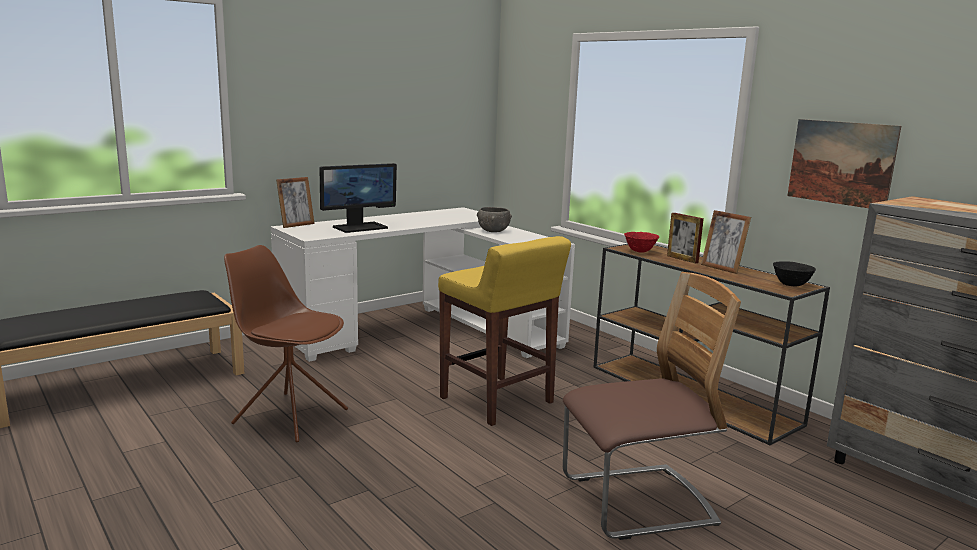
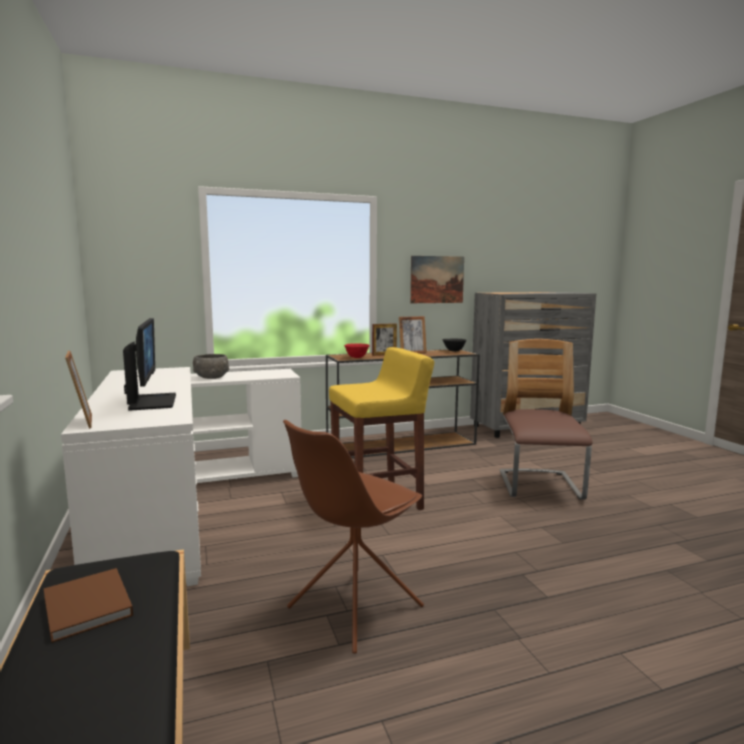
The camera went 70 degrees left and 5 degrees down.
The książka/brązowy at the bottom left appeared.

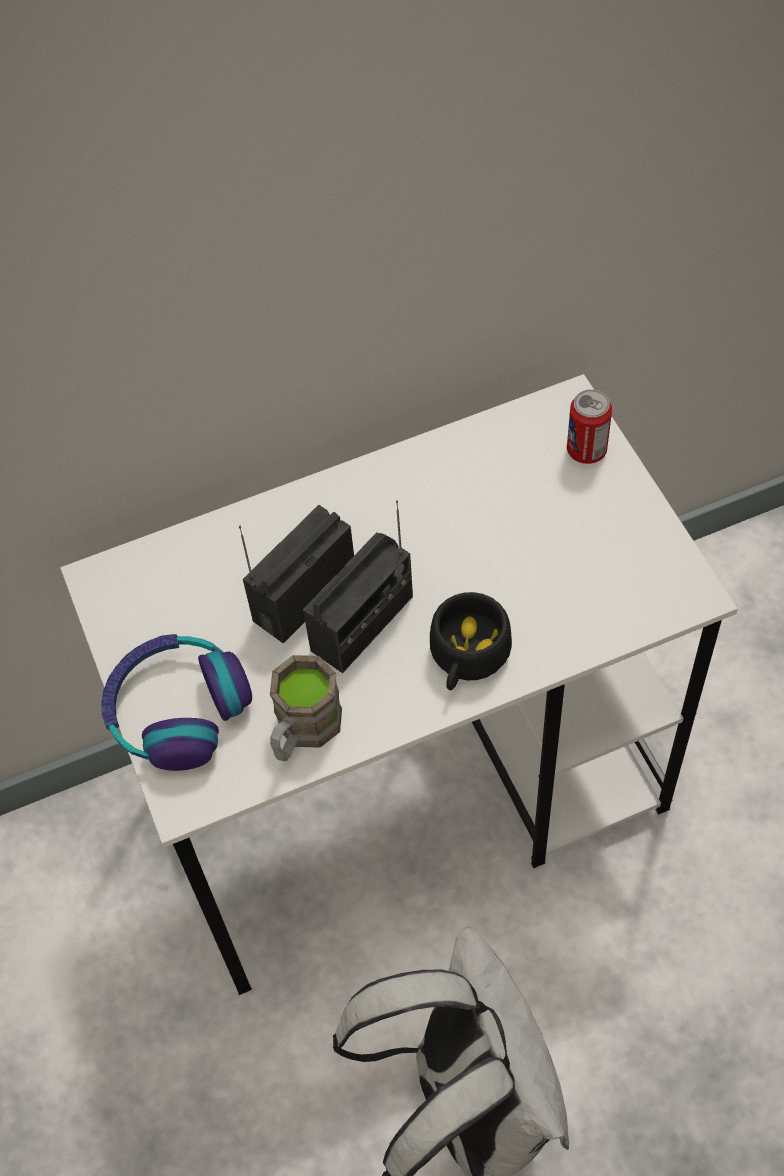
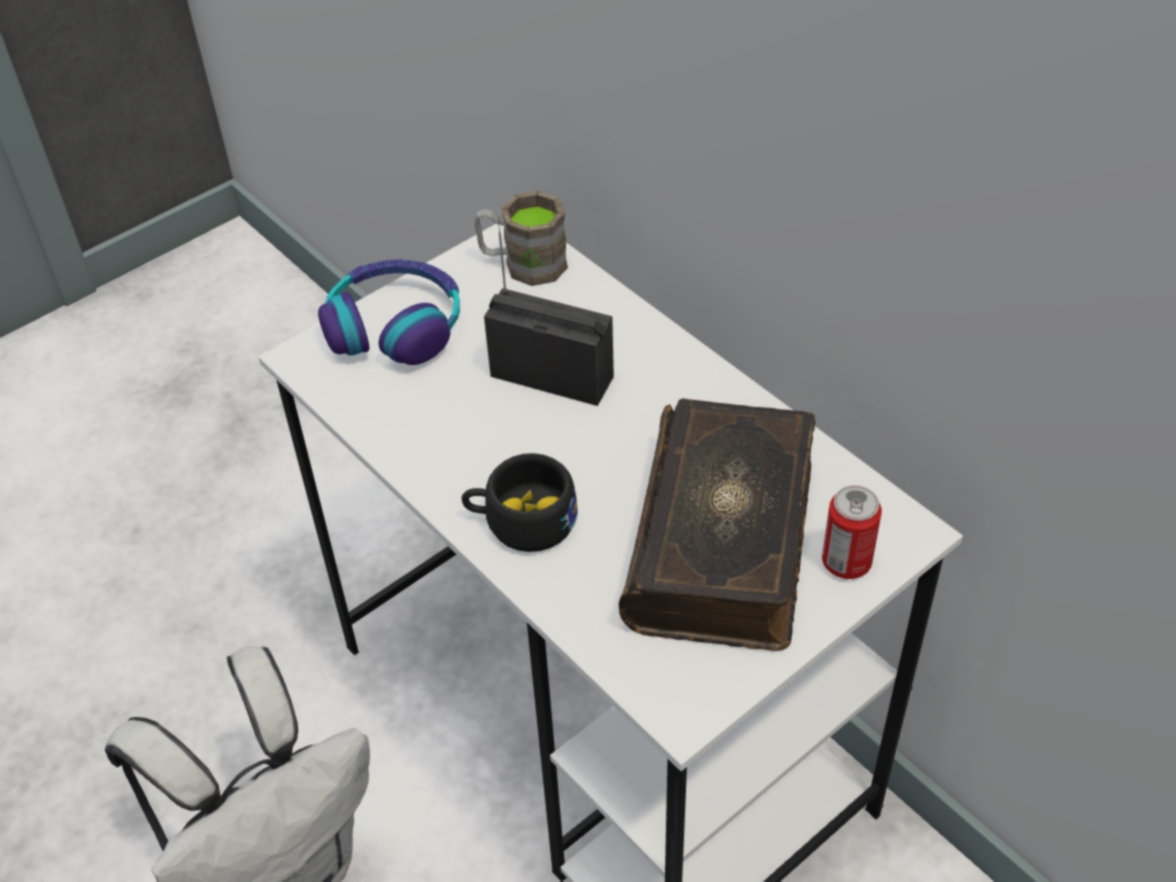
The camera went 70 degrees right and 10 degrees down.
The radio (no. 2 from left) at the centre disappeared.
The książka at the centre appeared.
The kubek/brązowy moved from the centre to the top centre.

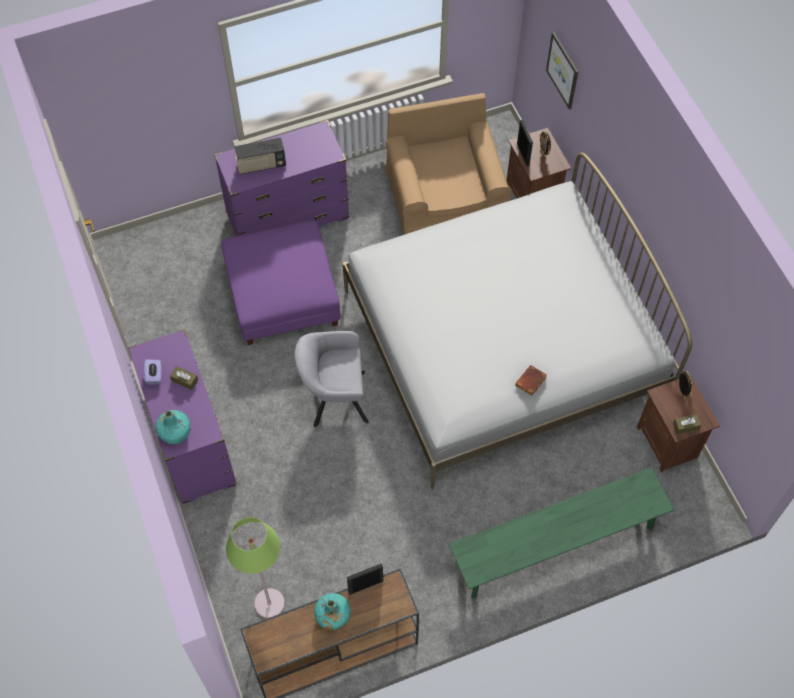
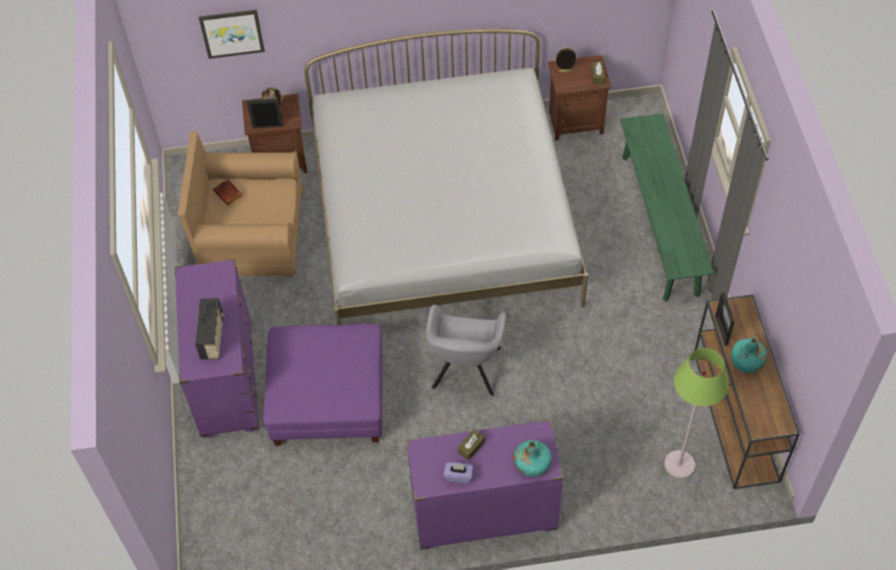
The camera went 75 degrees left and 5 degrees down.
The książka/brązowy moved from the middle right to the middle left.

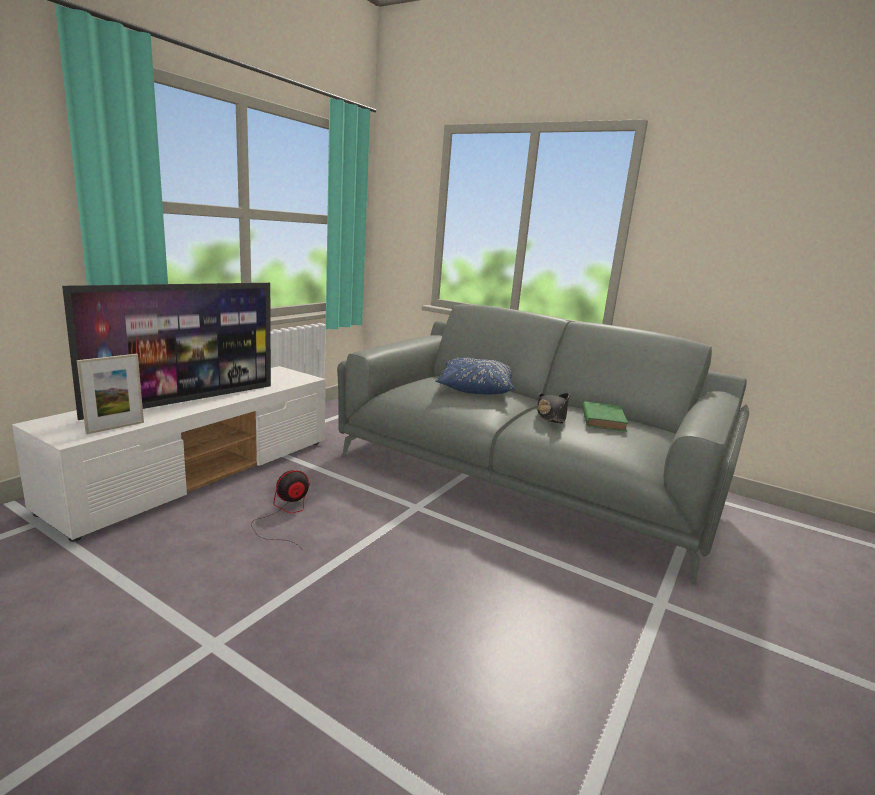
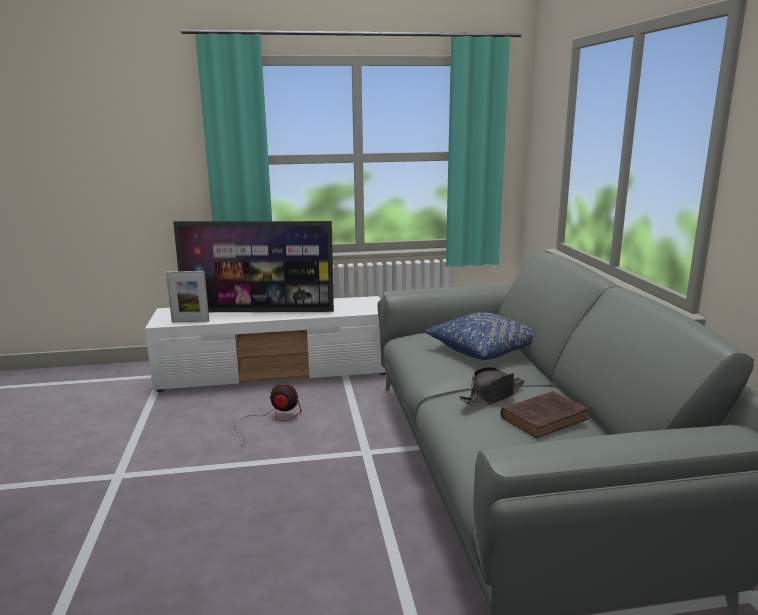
The camera went 50 degrees right and 0 degrees up.
The książka/zielony at the middle right became the książka/brązowy at the bottom right.

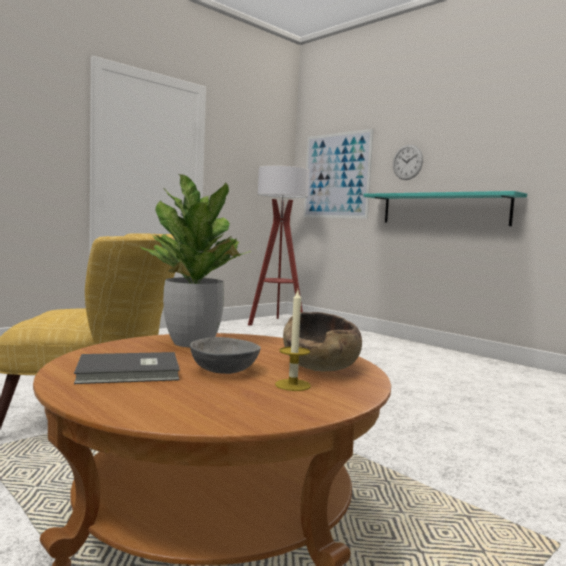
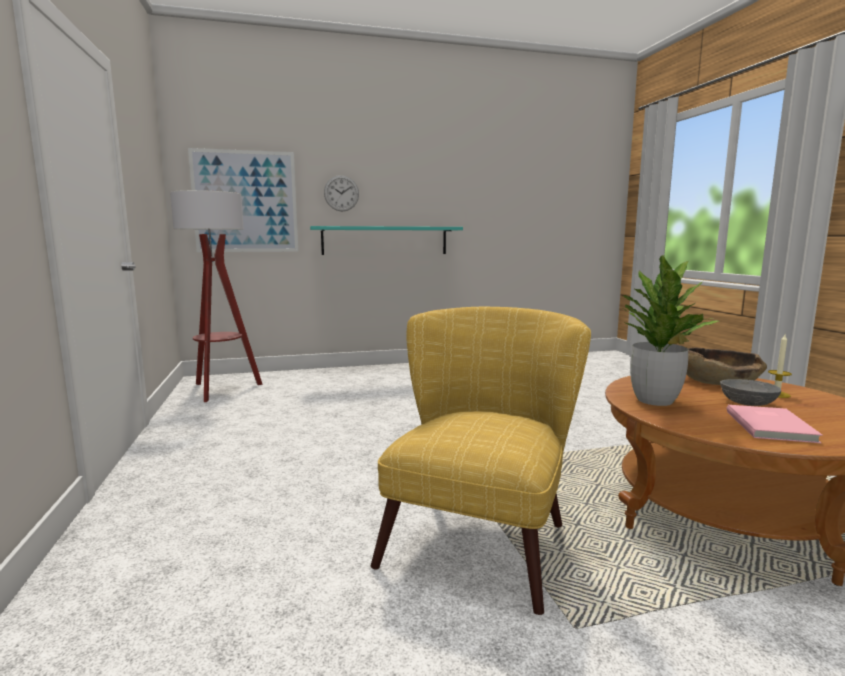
The camera went 60 degrees left and 5 degrees up.
The książka/szary at the middle left became the książka/różowy at the middle right.

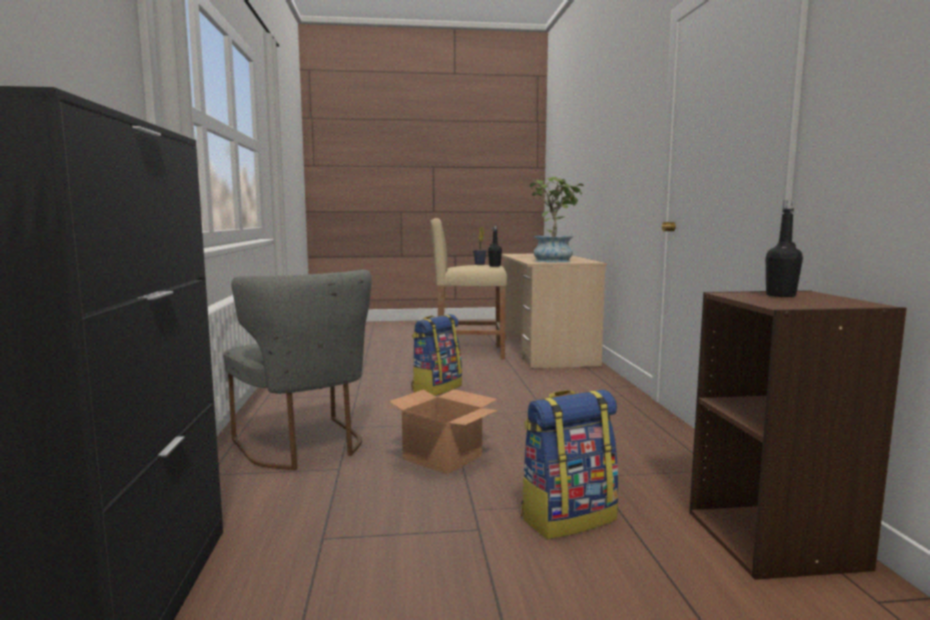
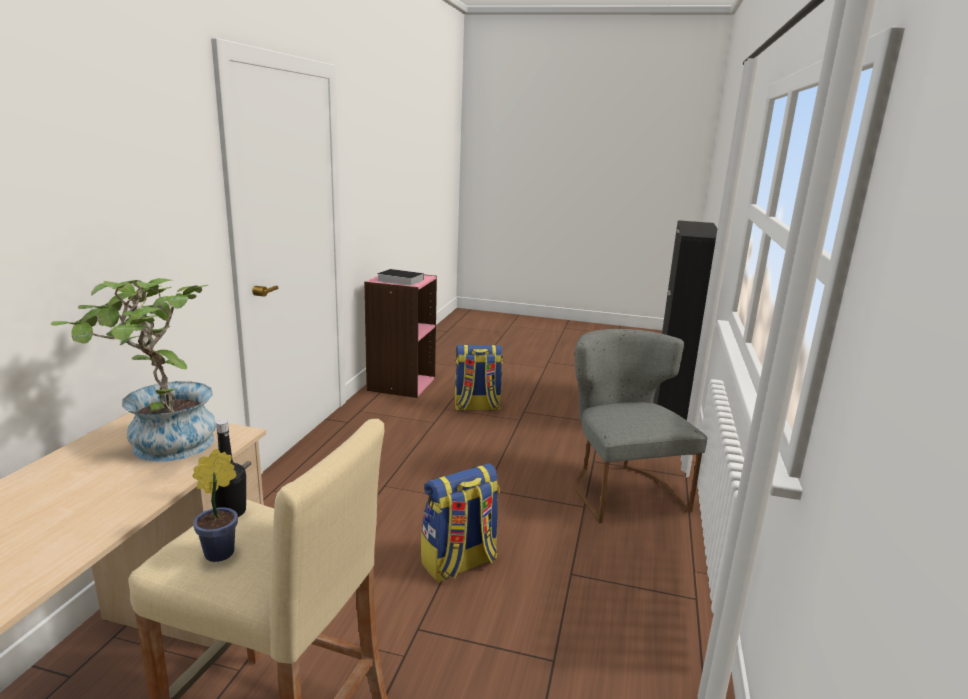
The camera went 160 degrees left and 10 degrees up.
The karton at the bottom centre disappeared.
The butelka/czarny (no. 2 from left) at the middle right was replaced by the książka at the centre.
The regał/brązowy at the bottom right became the regał/różowy at the centre.

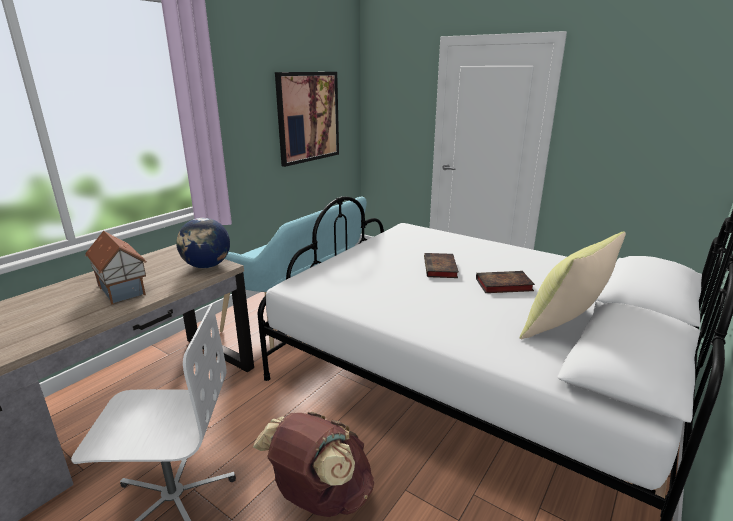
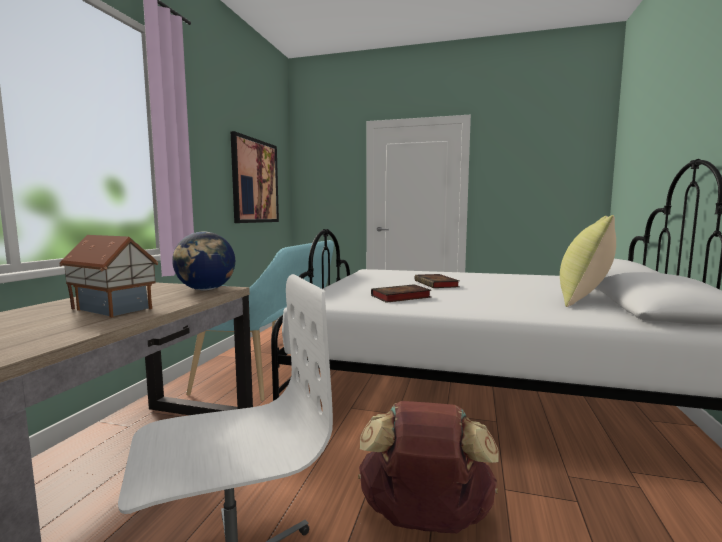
The camera went 20 degrees left and 15 degrees down.
The książka (no. 2 from left in the first image) moved from the middle right to the centre.

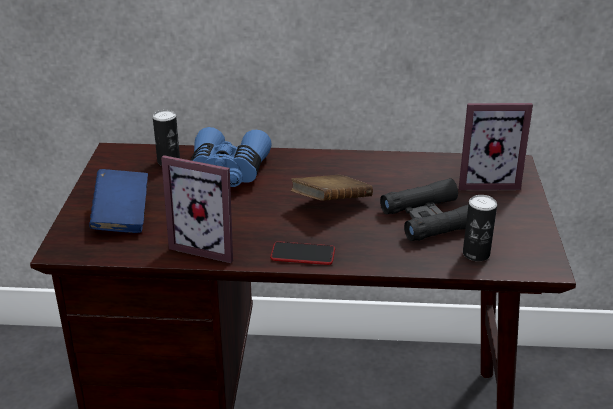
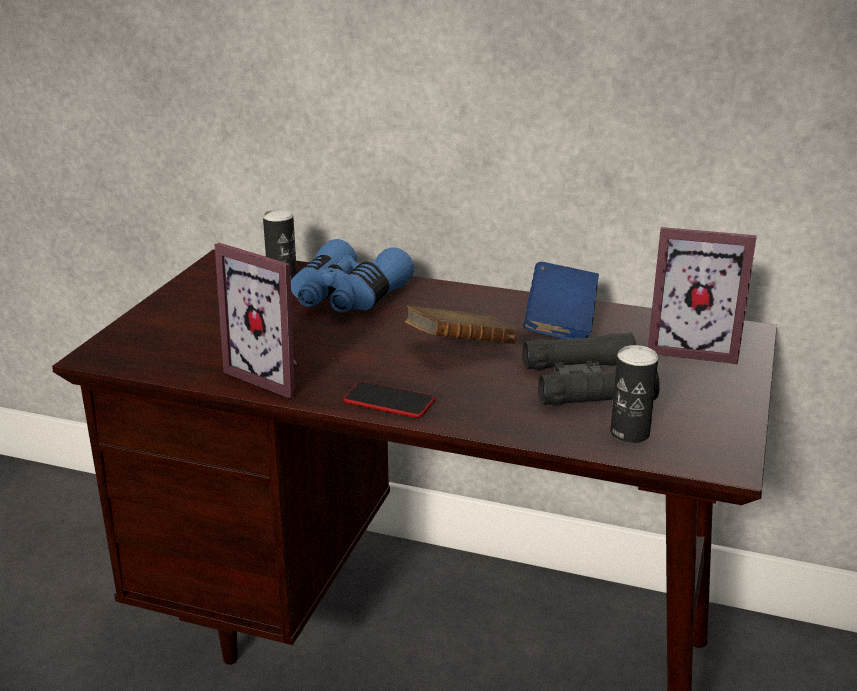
The camera went 15 degrees right and 5 degrees down.
The książka/niebieski moved from the middle left to the centre.

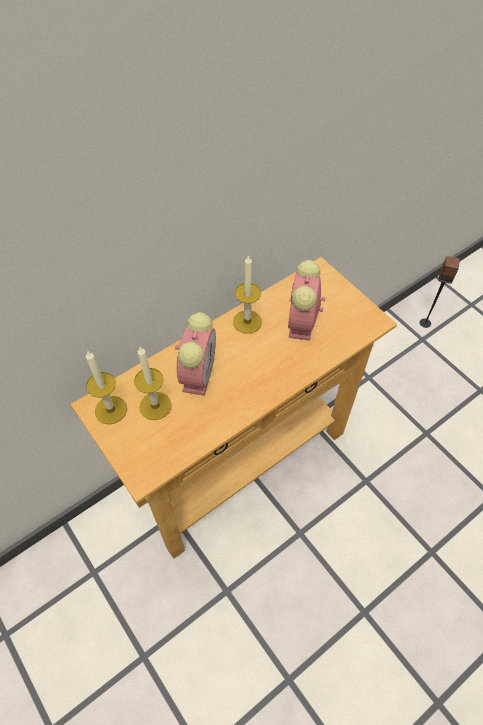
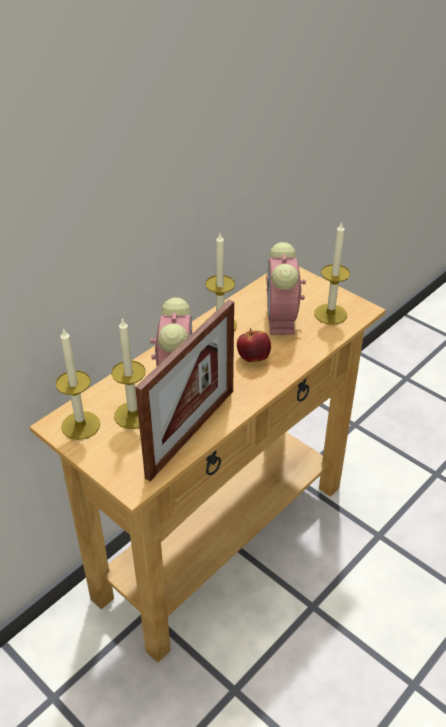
The camera went 10 degrees left and 15 degrees down.
The głośnik at the middle right disappeared.
The ramka na zdjęcie at the centre appeared.
The jabłko at the centre appeared.
The świeca (no. 4 from left) at the middle right appeared.

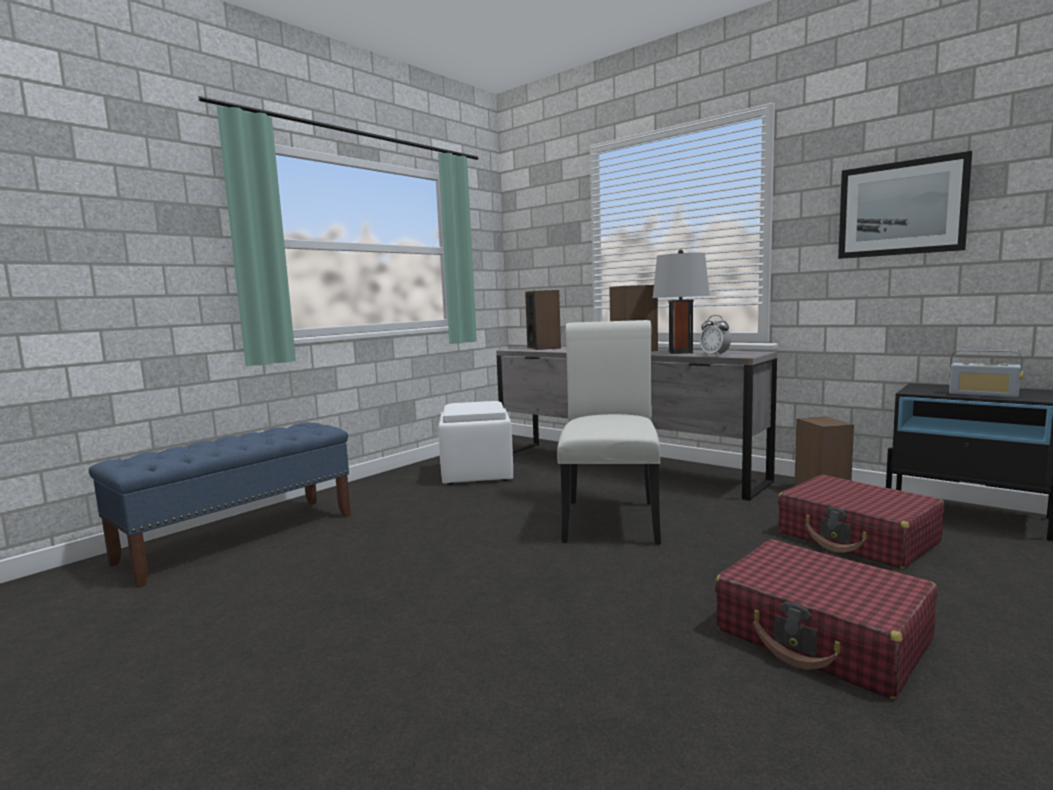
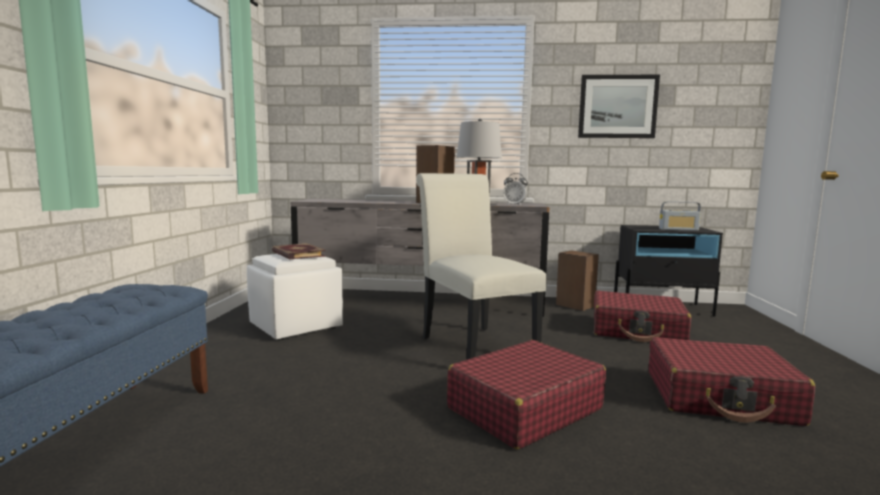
The camera went 35 degrees left and 0 degrees up.
The głośnik (no. 1 from left) at the centre disappeared.
The książka at the centre appeared.
The walizka/czerwony (no. 1 from left) at the bottom centre appeared.

